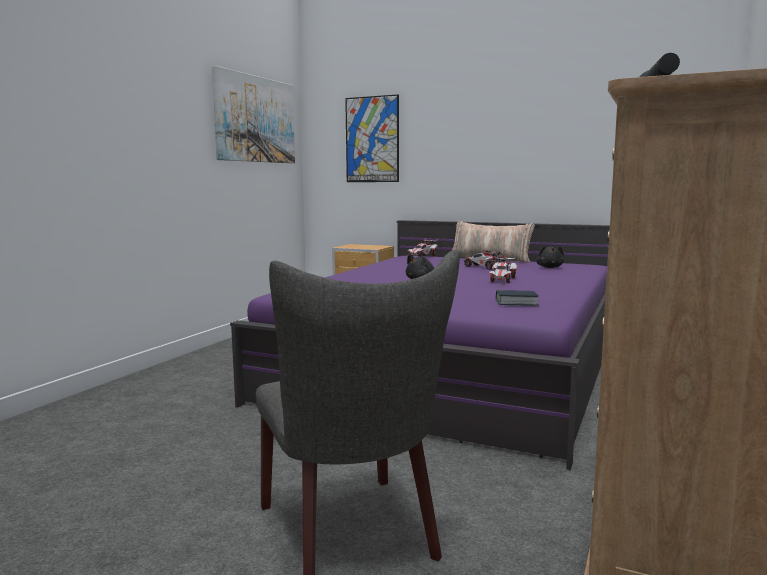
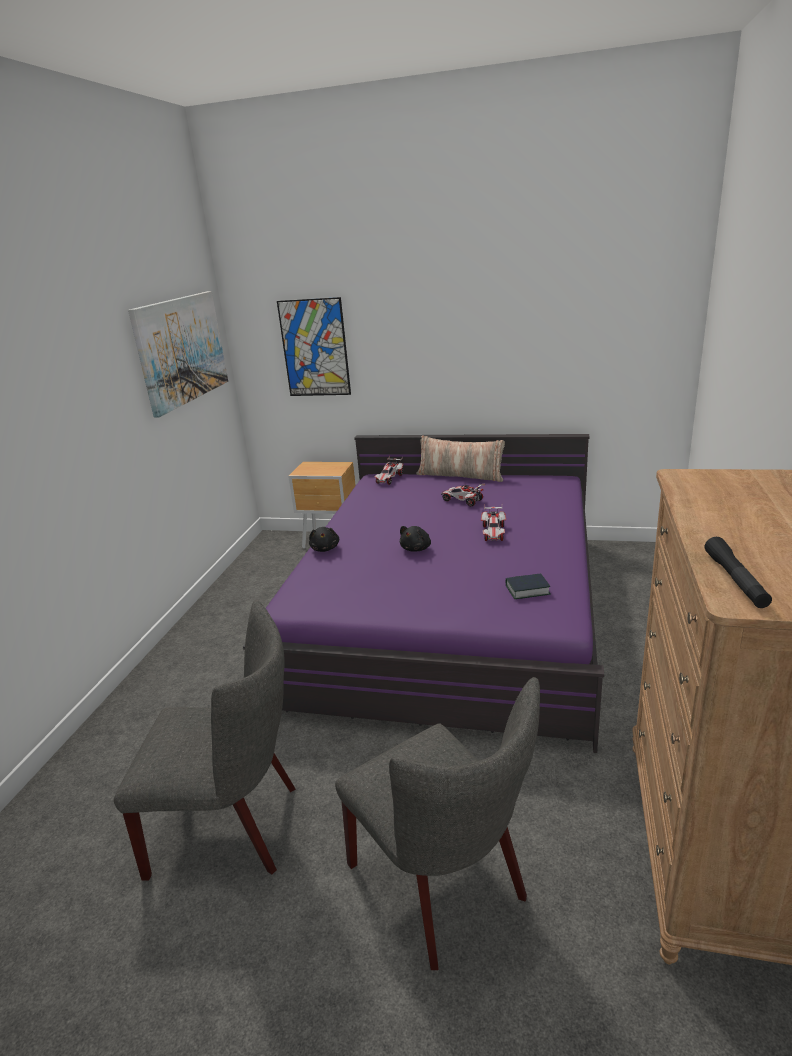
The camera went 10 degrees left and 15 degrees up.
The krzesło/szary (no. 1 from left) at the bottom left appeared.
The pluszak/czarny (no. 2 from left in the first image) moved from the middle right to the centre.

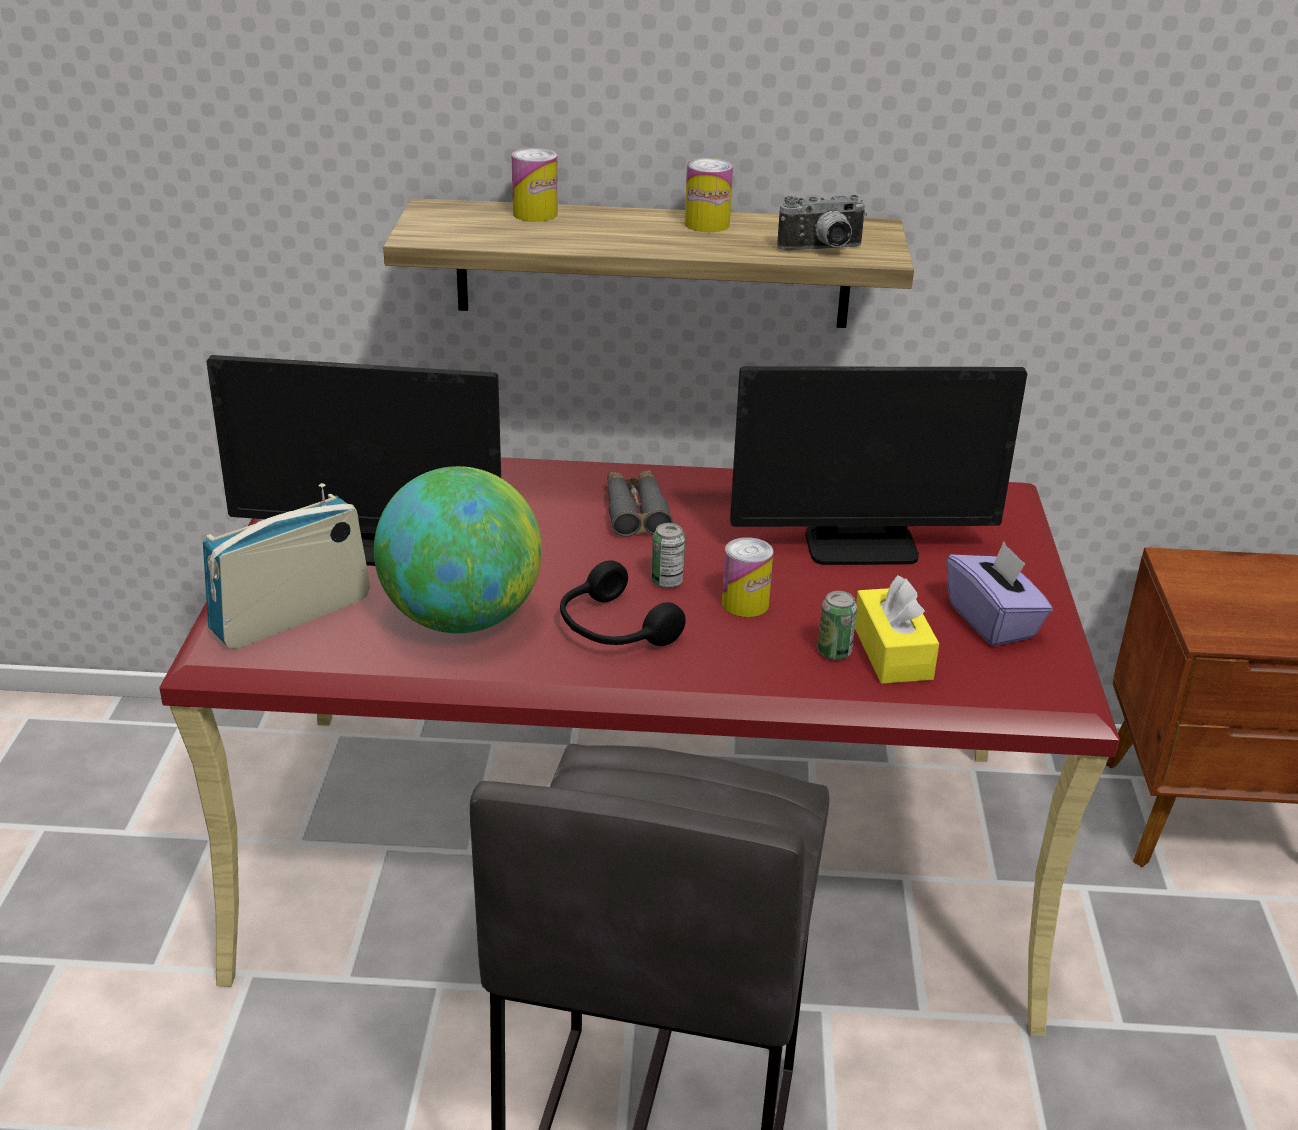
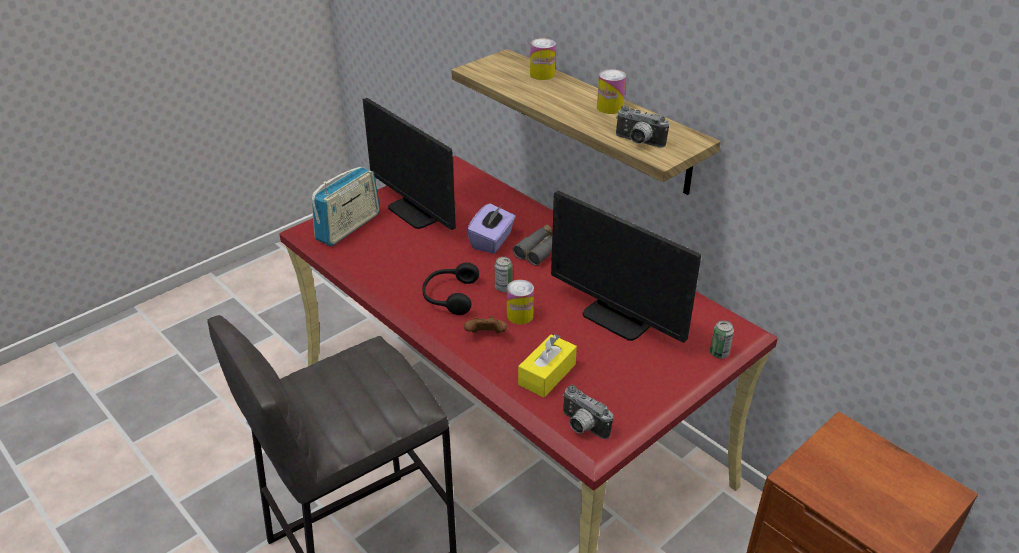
The camera went 45 degrees right and 5 degrees up.
The globus at the centre disappeared.
The pad do gier/brązowy at the centre appeared.
The aparat fotograficzny (no. 1 from left) at the bottom centre appeared.
The puszka (no. 5 from left) moved from the centre to the middle right.
The pudełko chusteczek/fioletowy moved from the middle right to the centre.
The radio at the middle left turned 120 degrees clockwise.

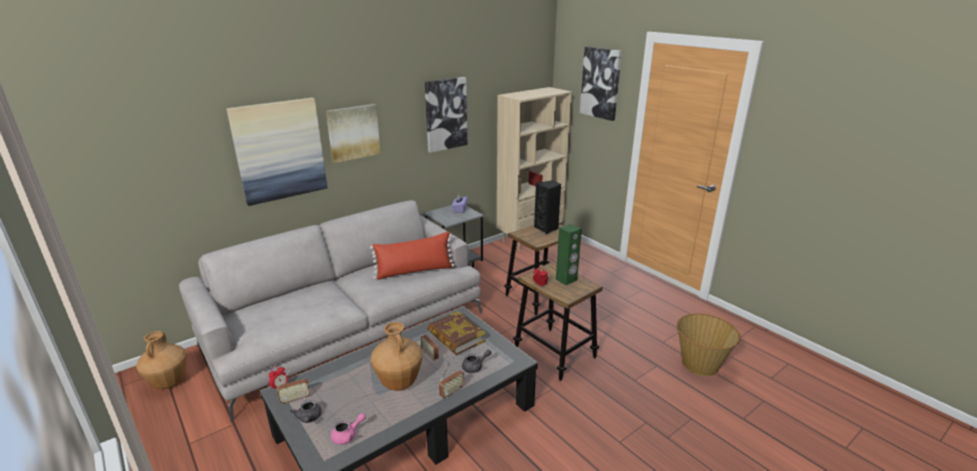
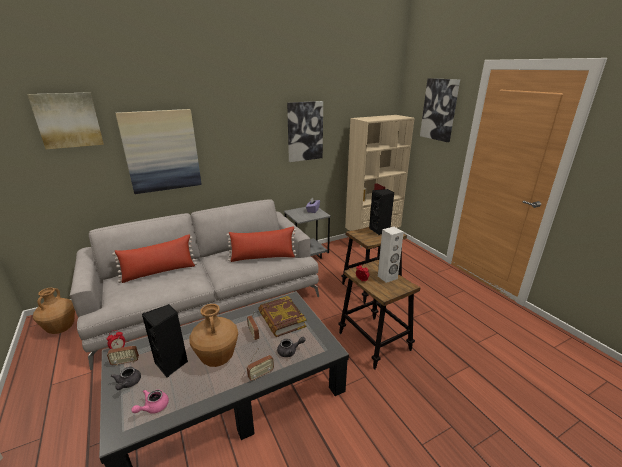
The camera went 10 degrees right and 0 degrees up.
The koszyk at the bottom right disappeared.
The poduszka/czerwony (no. 1 from left) at the middle left appeared.
The głośnik/czarny (no. 1 from left) at the bottom left appeared.
The obraz (no. 2 from left in the first image) moved from the top centre to the top left.
The głośnik/zielony at the centre became the głośnik/biały at the centre.
The imbryk/różowy at the bottom centre turned 150 degrees clockwise.

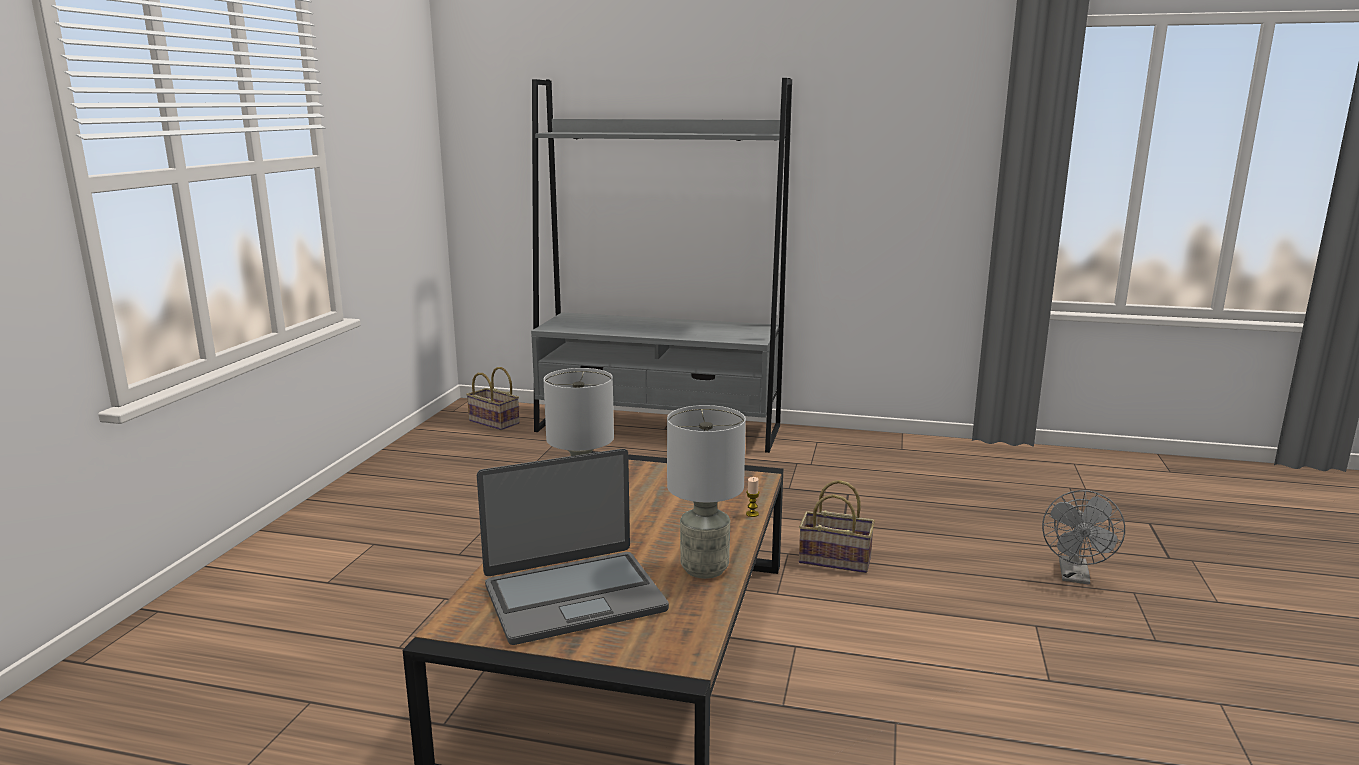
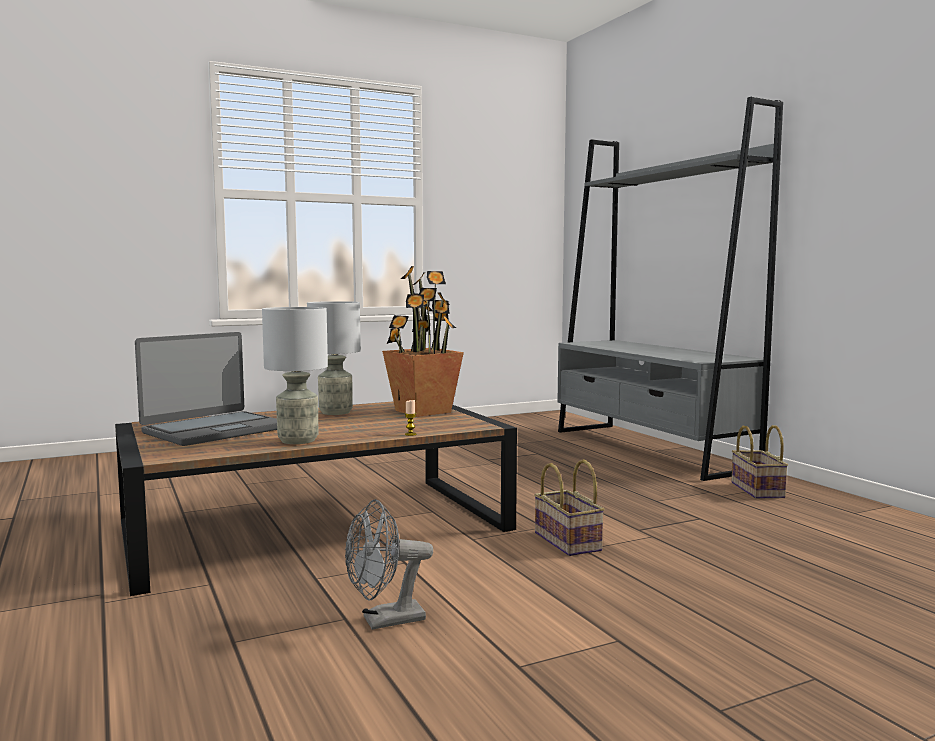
The camera went 50 degrees right and 10 degrees down.
The roślina doniczkowa at the centre appeared.
The koszyk (no. 1 from left in the first image) moved from the centre to the middle right.
The wentylator/szary moved from the bottom right to the bottom centre.
The laptop at the bottom centre turned 75 degrees counterclockwise.

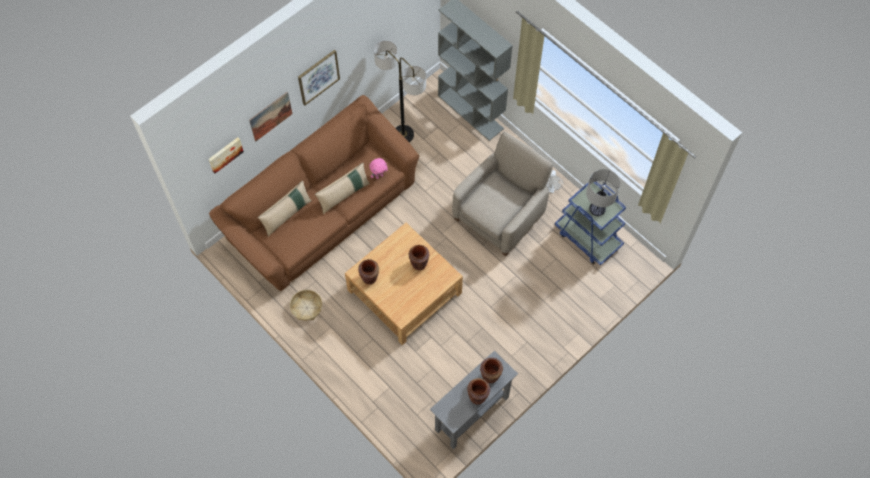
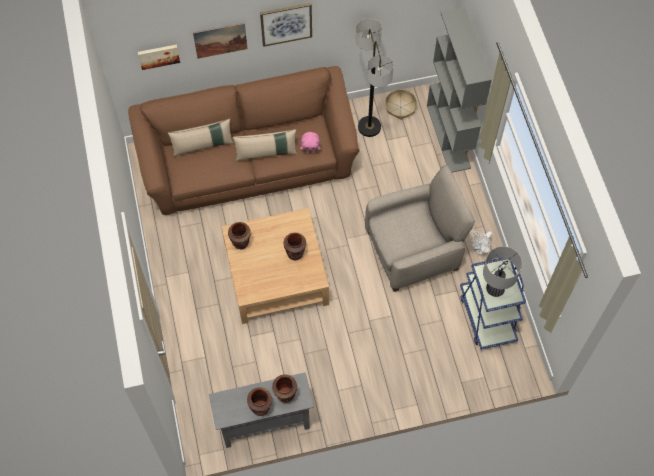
The camera went 30 degrees right and 0 degrees up.
The koszyk moved from the centre to the top centre.

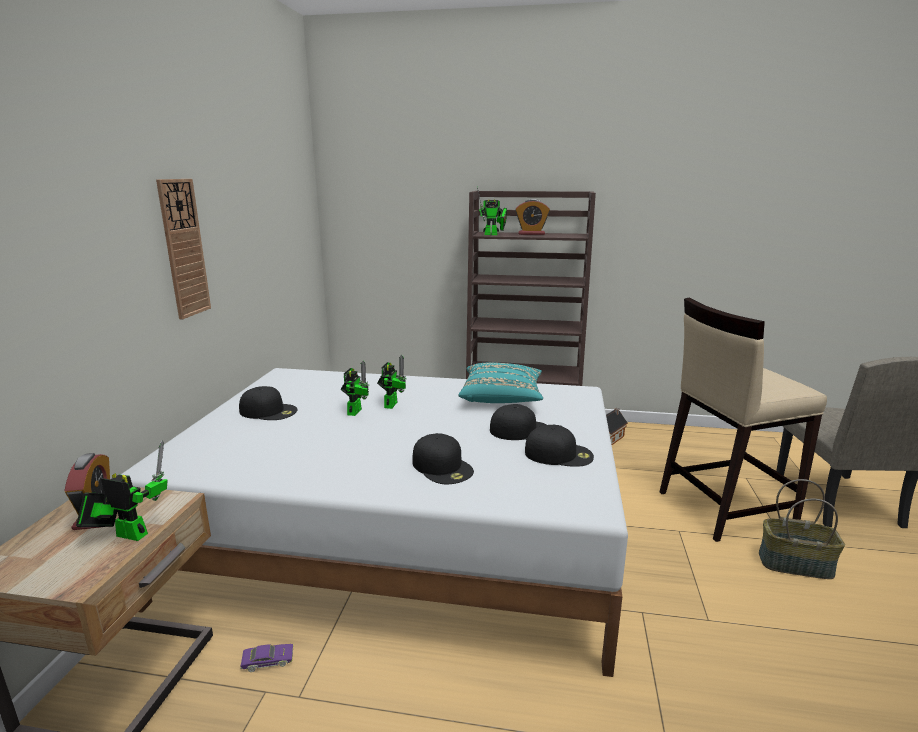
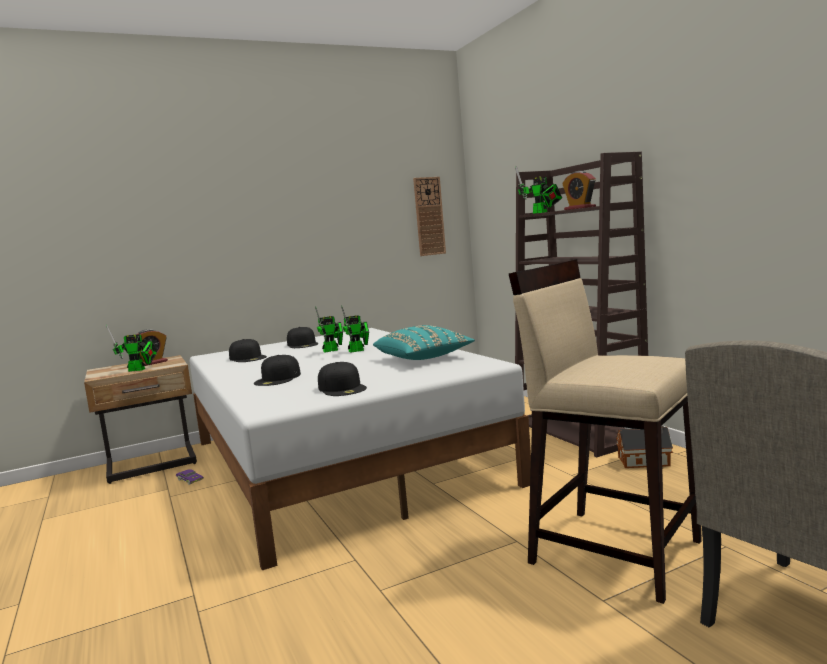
The camera went 55 degrees right and 10 degrees down.
The koszyk at the bottom right disappeared.
The zegar ścienny moved from the middle left to the top centre.
The czapka z daszkiem/czarny (no. 3 from left in the first image) moved from the centre to the middle left.
The robot zabawkowy (no. 1 from left) at the bottom left turned 105 degrees clockwise.

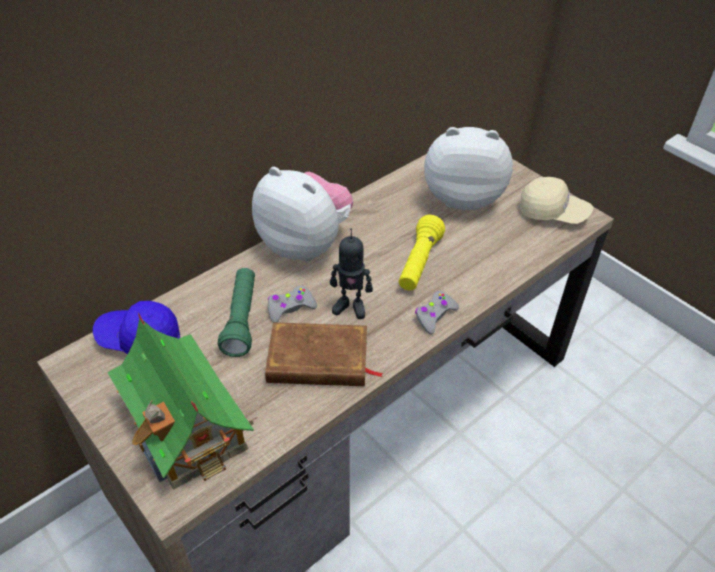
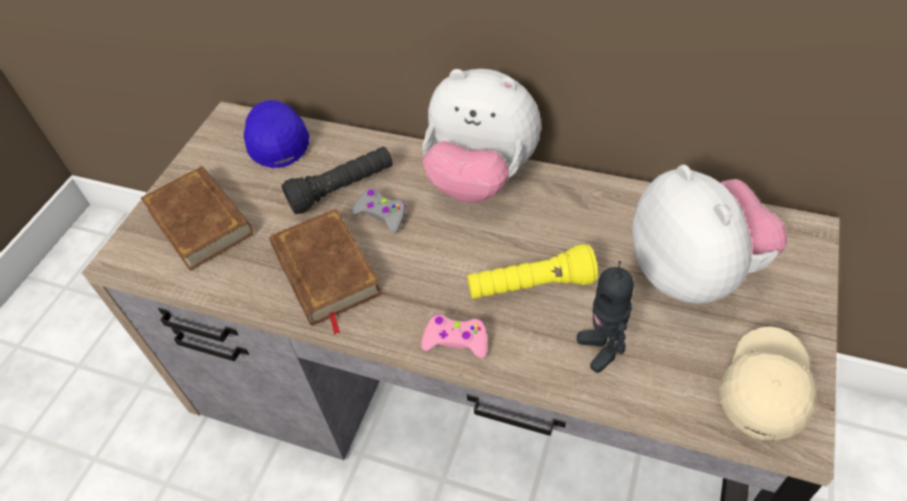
The camera went 65 degrees right and 5 degrees up.
The robot zabawkowy moved from the centre to the middle right.
The domek at the bottom left was replaced by the książka/brązowy (no. 1 from left) at the middle left.
The latarka/zielony at the middle left became the latarka/czarny at the centre.
The pad do gier/szary (no. 2 from left) at the centre became the pad do gier/różowy at the bottom centre.
The pluszak (no. 1 from left) at the centre turned 105 degrees clockwise.
The czapka z daszkiem/beżowy at the middle right turned 150 degrees counterclockwise.

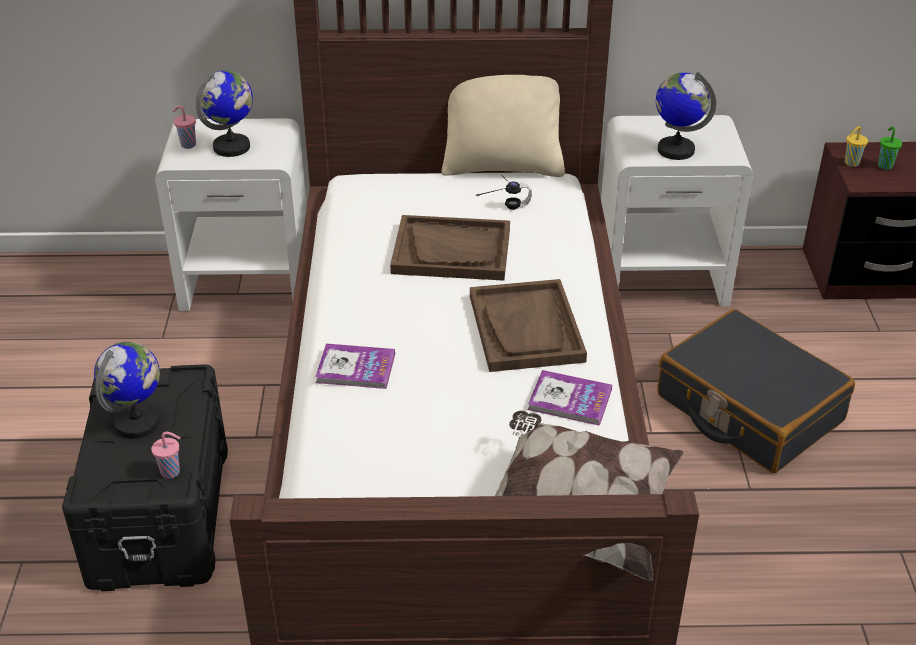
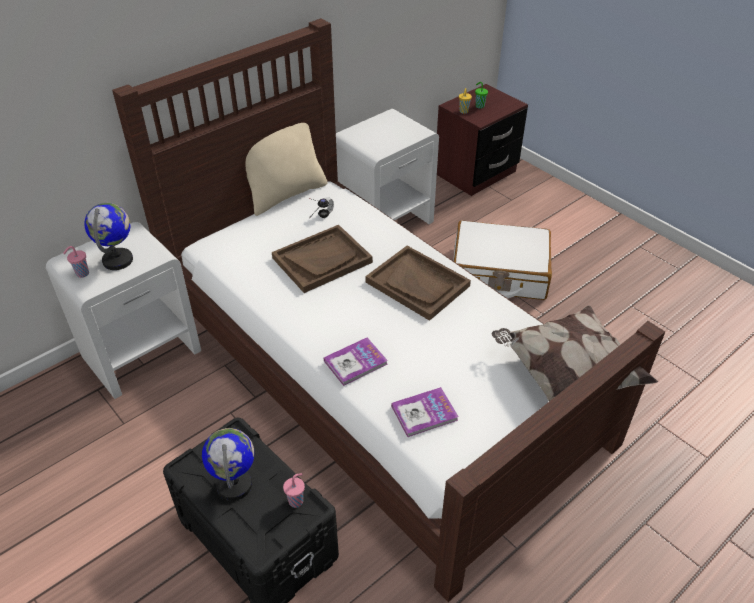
The camera went 40 degrees left and 5 degrees up.
The globus (no. 3 from left) at the top right disappeared.
The książka (no. 2 from left) moved from the centre to the bottom centre.
The walizka/czarny at the middle right became the walizka/biały at the centre.

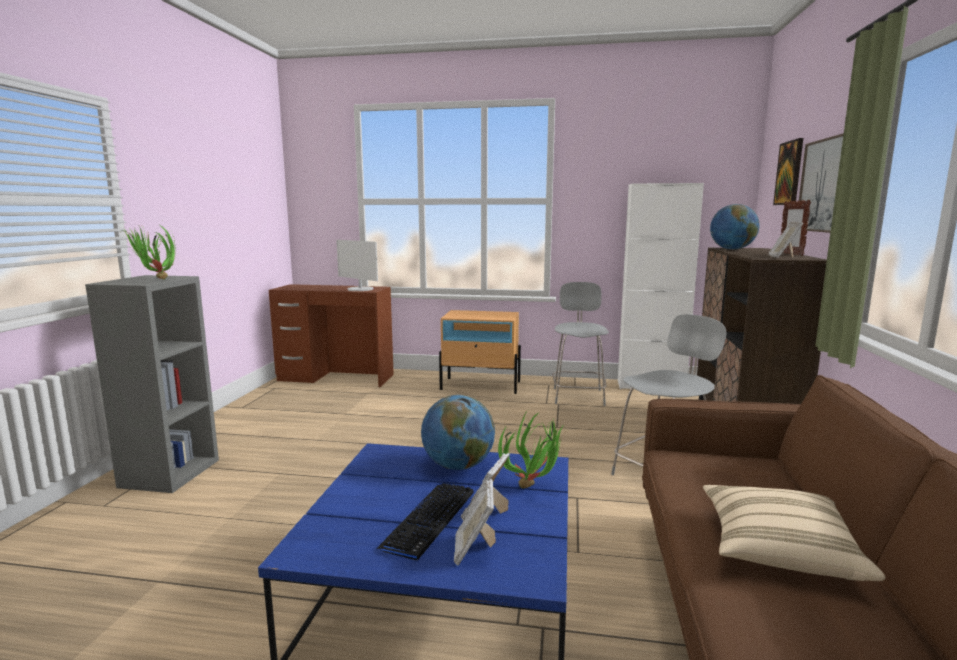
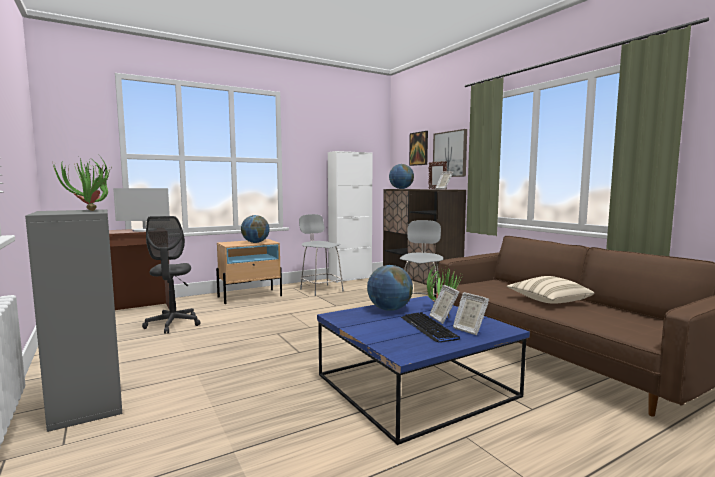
The camera went 40 degrees left and 5 degrees down.
The krzesło biurowe/szary at the middle left appeared.
The globus (no. 1 from left) at the centre appeared.

